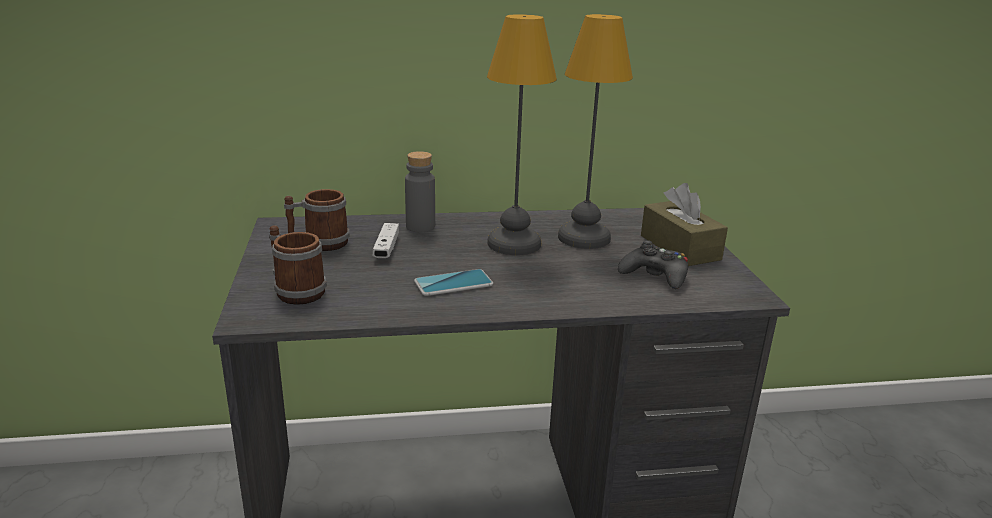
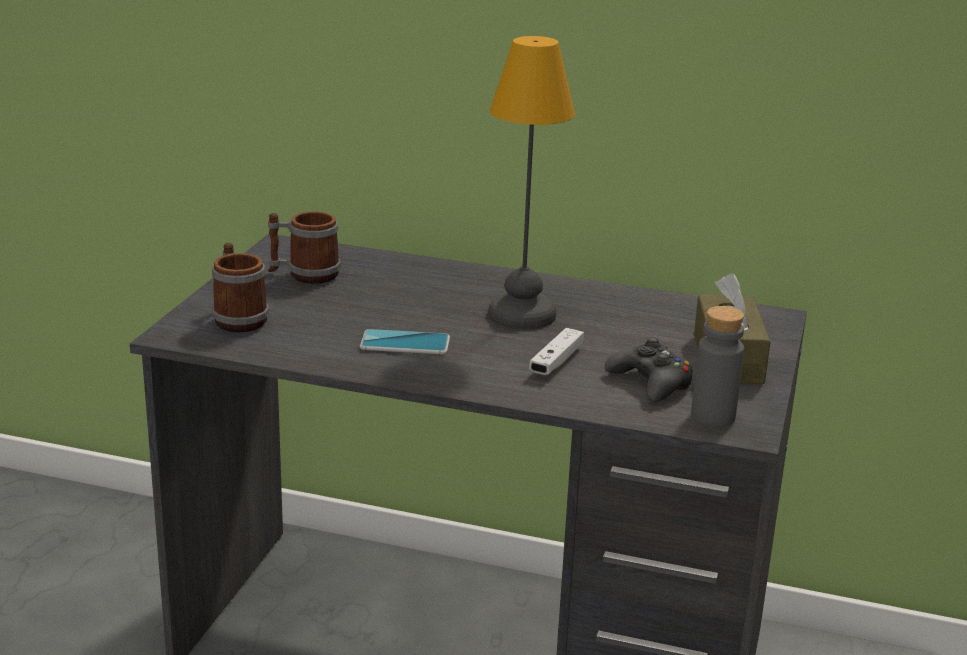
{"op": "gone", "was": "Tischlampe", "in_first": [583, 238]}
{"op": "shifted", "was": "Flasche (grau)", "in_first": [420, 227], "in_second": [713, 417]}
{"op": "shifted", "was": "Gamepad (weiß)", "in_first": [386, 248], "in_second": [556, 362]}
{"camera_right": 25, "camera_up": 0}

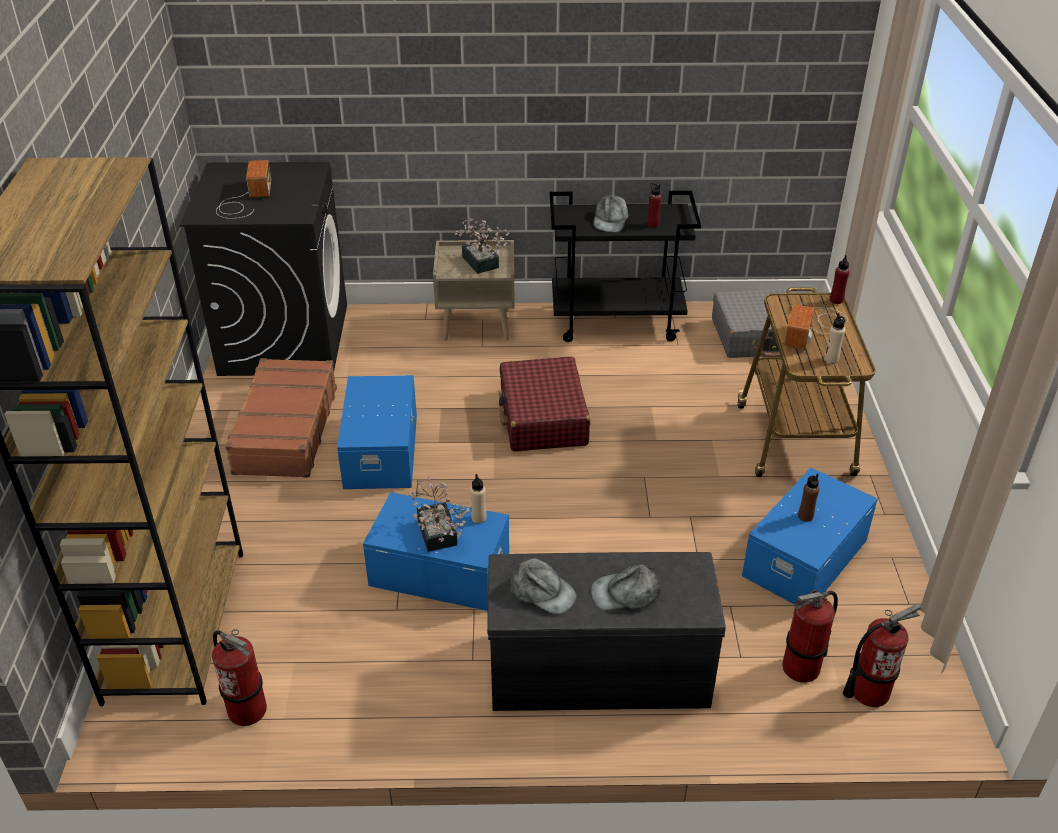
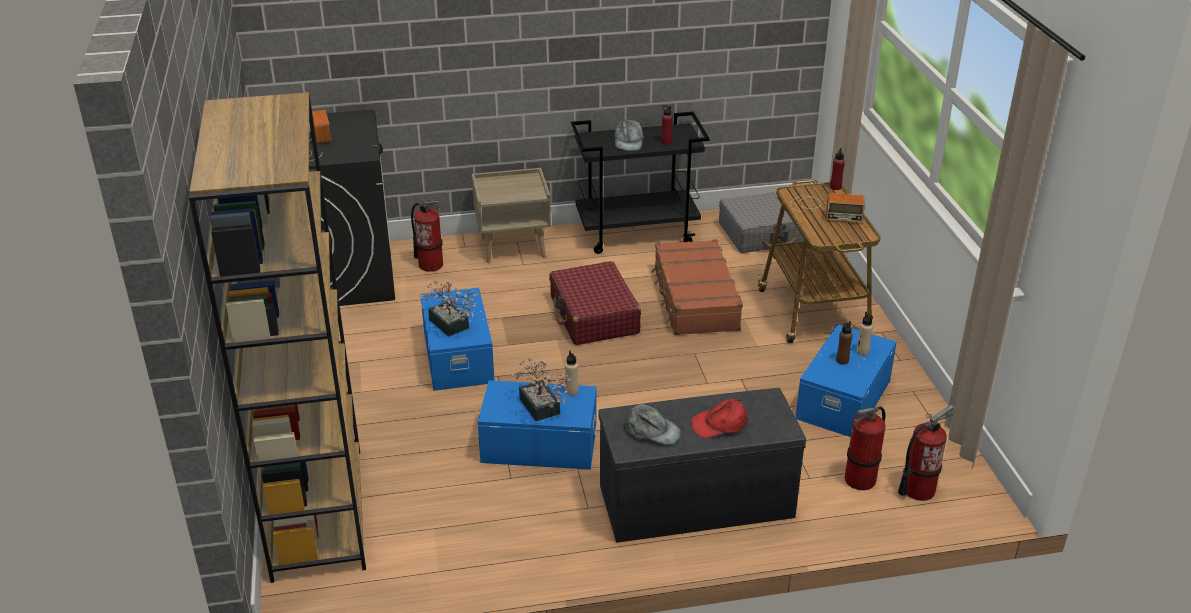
{"op": "shifted", "was": "Topfpflanze", "in_first": [482, 265], "in_second": [451, 326]}
{"op": "rotated", "was": "Radio", "in_first": [815, 328], "in_second": [824, 209], "clockwise": -90}
{"op": "shifted", "was": "Flasche (beige)", "in_first": [831, 359], "in_second": [862, 351]}
{"op": "shifted", "was": "Koffer (braun)", "in_first": [285, 430], "in_second": [694, 299]}
{"op": "repainted", "was": "Kappe (grau)", "now": "Kappe (rot)", "in_first": [625, 593], "in_second": [719, 424]}
{"op": "shifted", "was": "Feuerlöscher", "in_first": [247, 709], "in_second": [430, 265]}
{"camera_right": -10, "camera_up": -5}

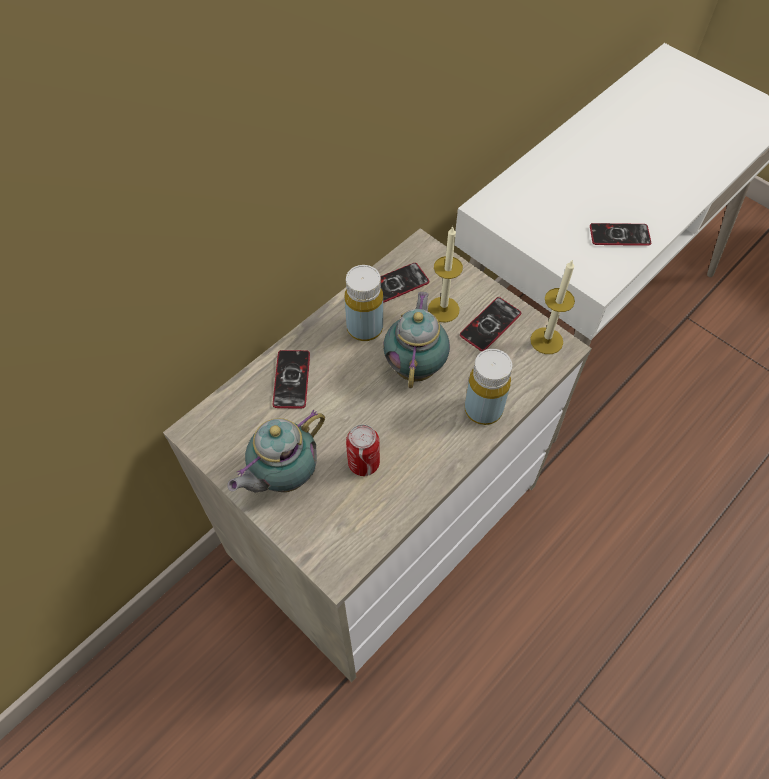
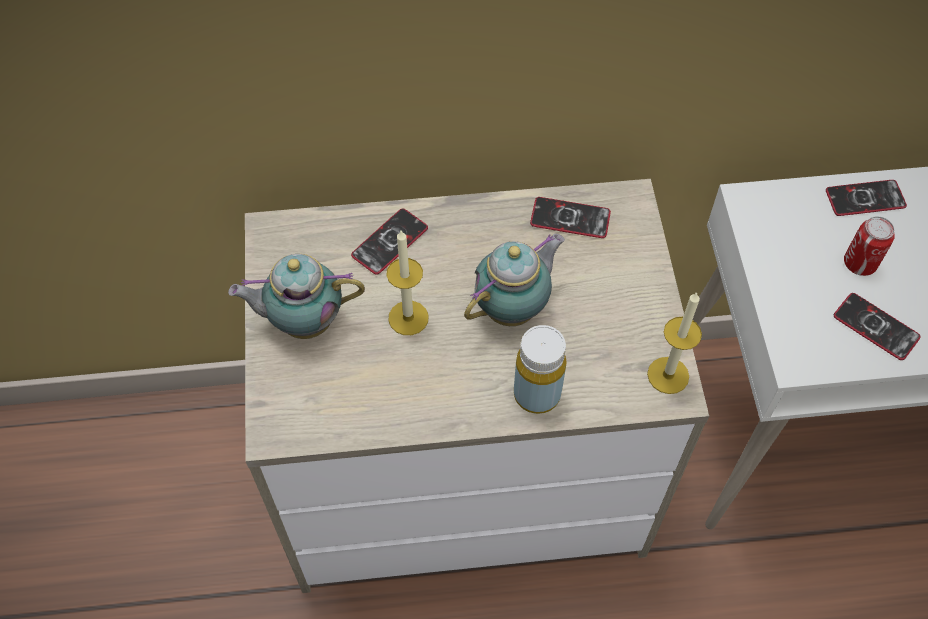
{"op": "shifted", "was": "Kerze", "in_first": [443, 309], "in_second": [408, 318]}
{"op": "gone", "was": "Flasche (gelb)", "in_first": [365, 328]}
{"op": "shifted", "was": "Handy", "in_first": [490, 325], "in_second": [865, 199]}
{"op": "shifted", "was": "Dose", "in_first": [363, 463], "in_second": [859, 263]}
{"camera_right": 40, "camera_up": 0}

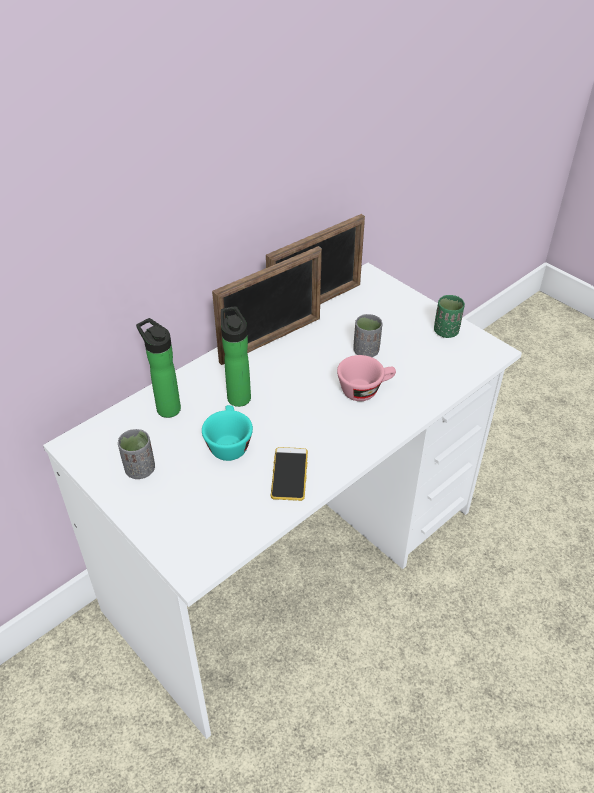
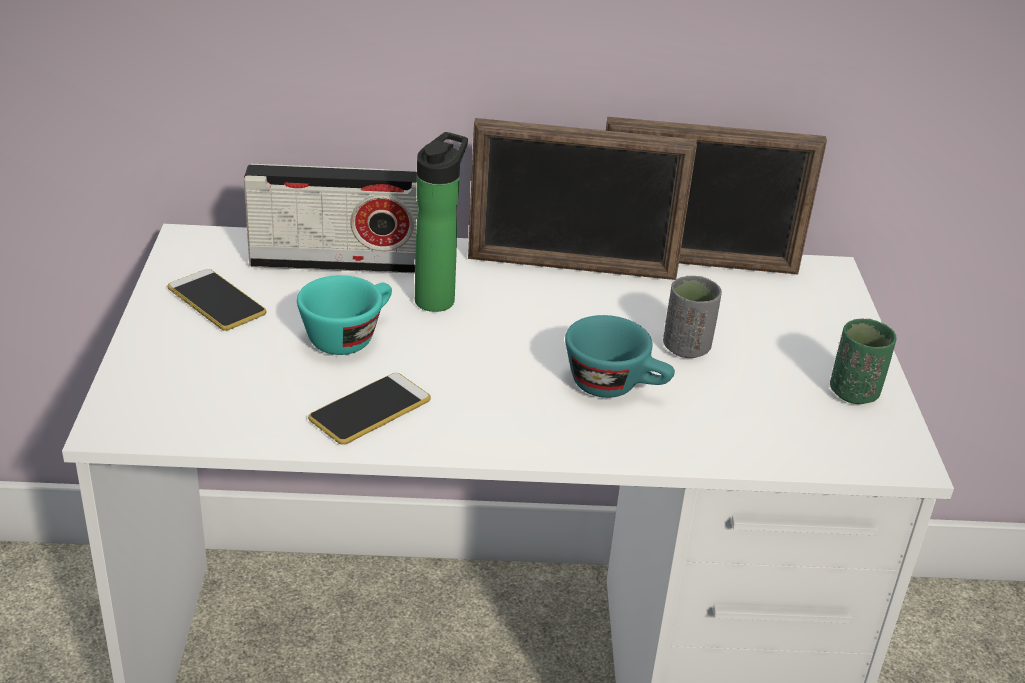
{"op": "swapped", "was": "Flasche", "now": "Radio", "in_first": [166, 407], "in_second": [338, 262]}
{"op": "repainted", "was": "Tasse (rosa)", "now": "Tasse (türkis)", "in_first": [365, 390], "in_second": [616, 386]}
{"op": "swapped", "was": "Tasse (grau)", "now": "Handy", "in_first": [140, 469], "in_second": [216, 301]}
{"camera_right": 40, "camera_up": -10}

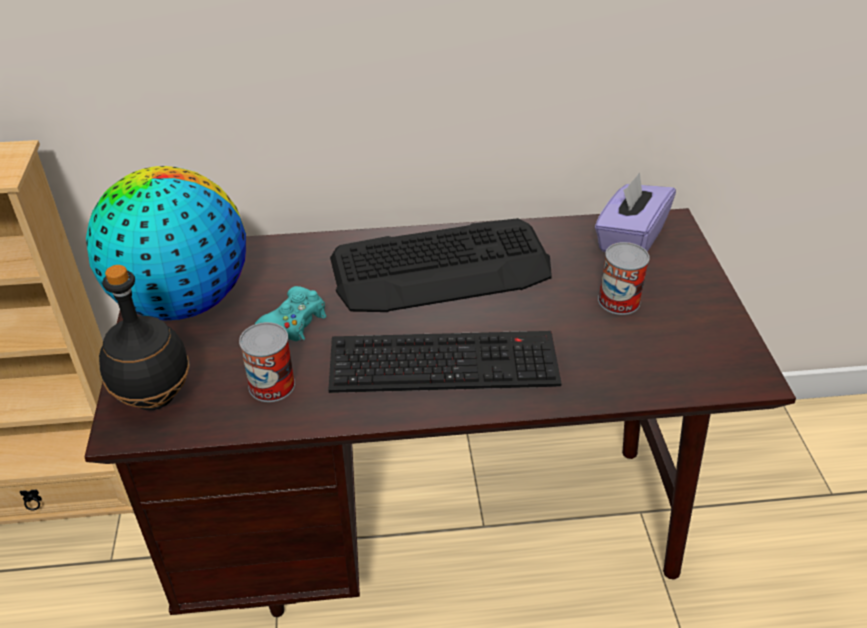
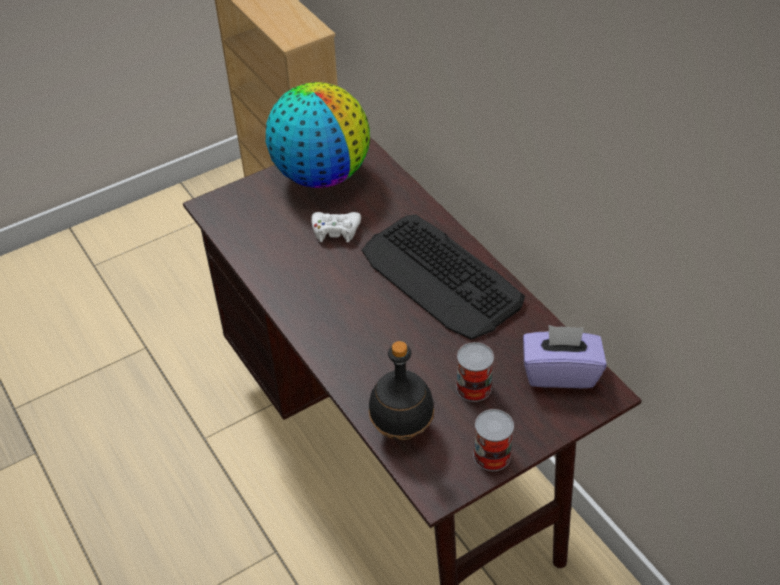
{"op": "shifted", "was": "Flasche (schwarz)", "in_first": [154, 398], "in_second": [400, 429]}
{"op": "repainted", "was": "Gamepad (türkis)", "now": "Gamepad (weiß)", "in_first": [294, 322], "in_second": [335, 230]}
{"op": "shifted", "was": "Dose", "in_first": [271, 385], "in_second": [492, 455]}
{"op": "gone", "was": "Tastatur", "in_first": [446, 360]}
{"camera_right": 65, "camera_up": 5}

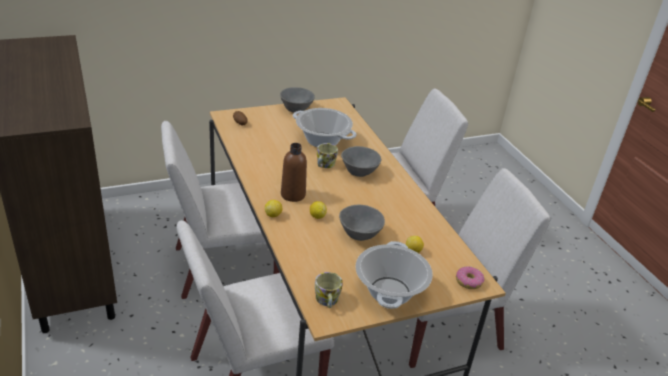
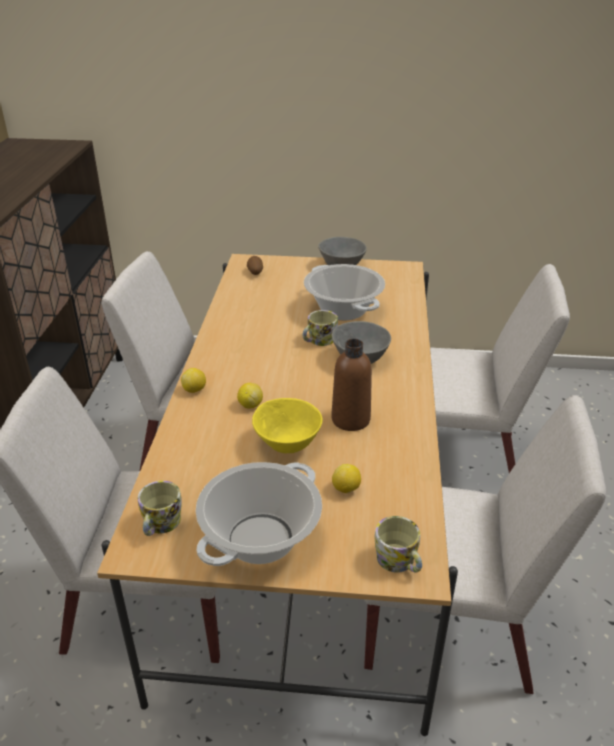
{"op": "shifted", "was": "Flasche (braun)", "in_first": [293, 195], "in_second": [350, 419]}
{"op": "repainted", "was": "Schüssel (grau)", "now": "Schüssel (gelb)", "in_first": [359, 235], "in_second": [286, 445]}
{"op": "swapped", "was": "Donut", "now": "Henkelbecher", "in_first": [468, 282], "in_second": [399, 562]}
{"camera_right": 30, "camera_up": 0}

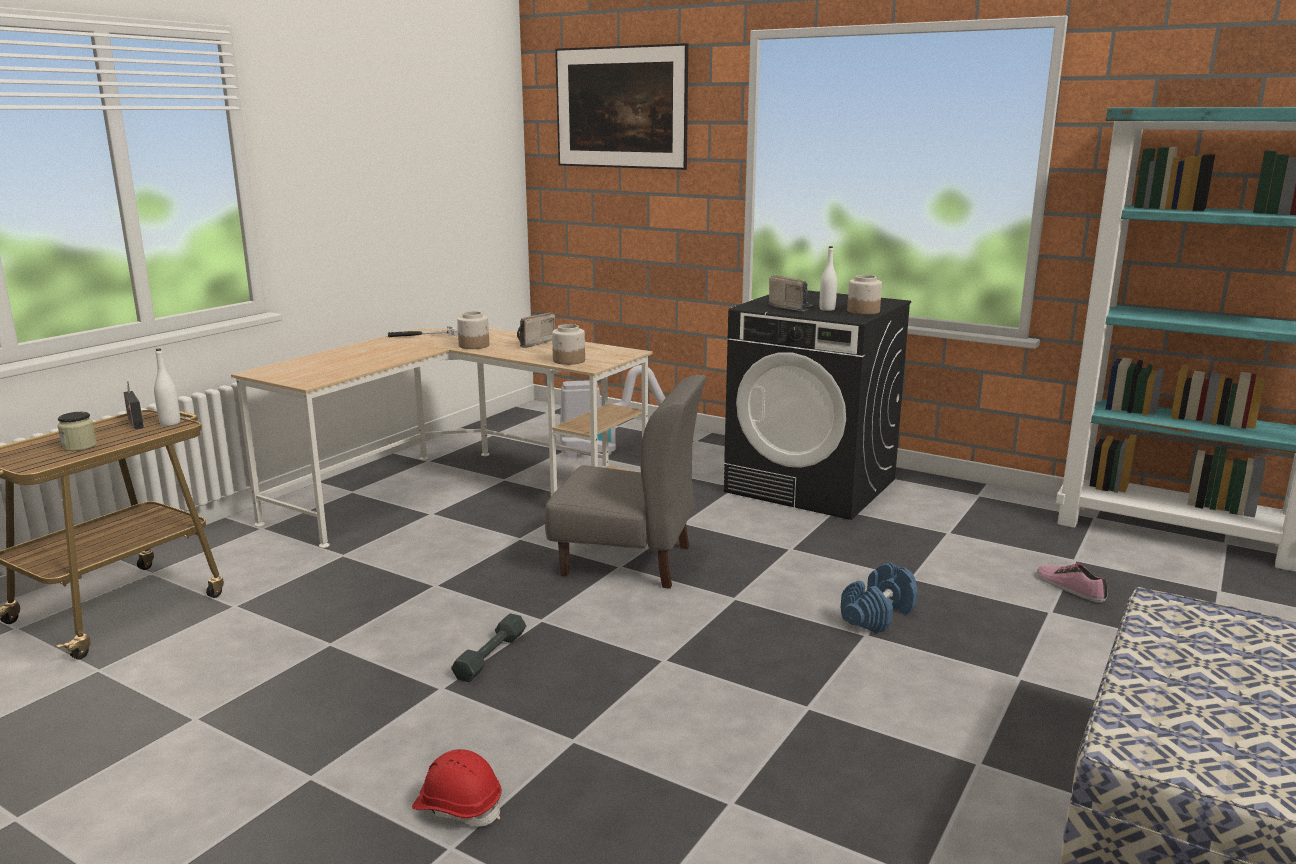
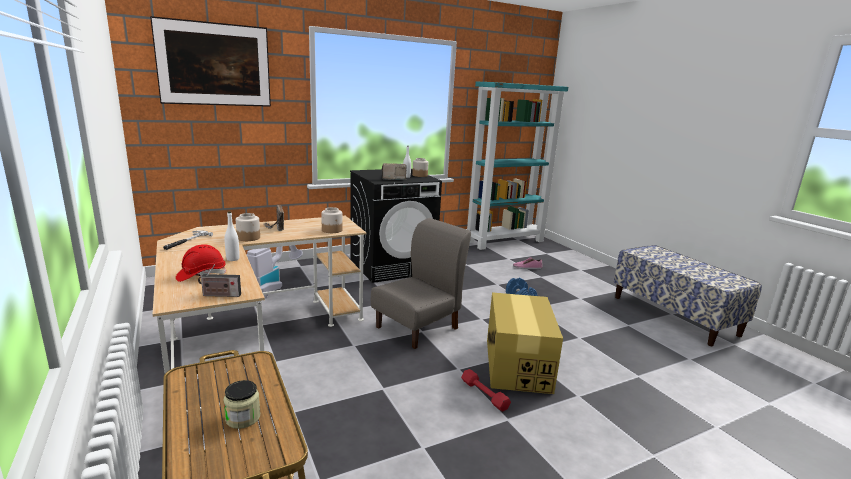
{"op": "shifted", "was": "Flasche (weiß)", "in_first": [170, 423], "in_second": [233, 259]}
{"op": "shifted", "was": "Radio", "in_first": [134, 422], "in_second": [220, 295]}
{"op": "repainted", "was": "Hantel (grau)", "now": "Hantel (rot)", "in_first": [490, 655], "in_second": [484, 394]}
{"op": "shifted", "was": "Schutzhelm (rot)", "in_first": [458, 807], "in_second": [201, 275]}
{"op": "new", "now": "Karton", "in_second": [517, 365]}
{"camera_right": -60, "camera_up": 0}

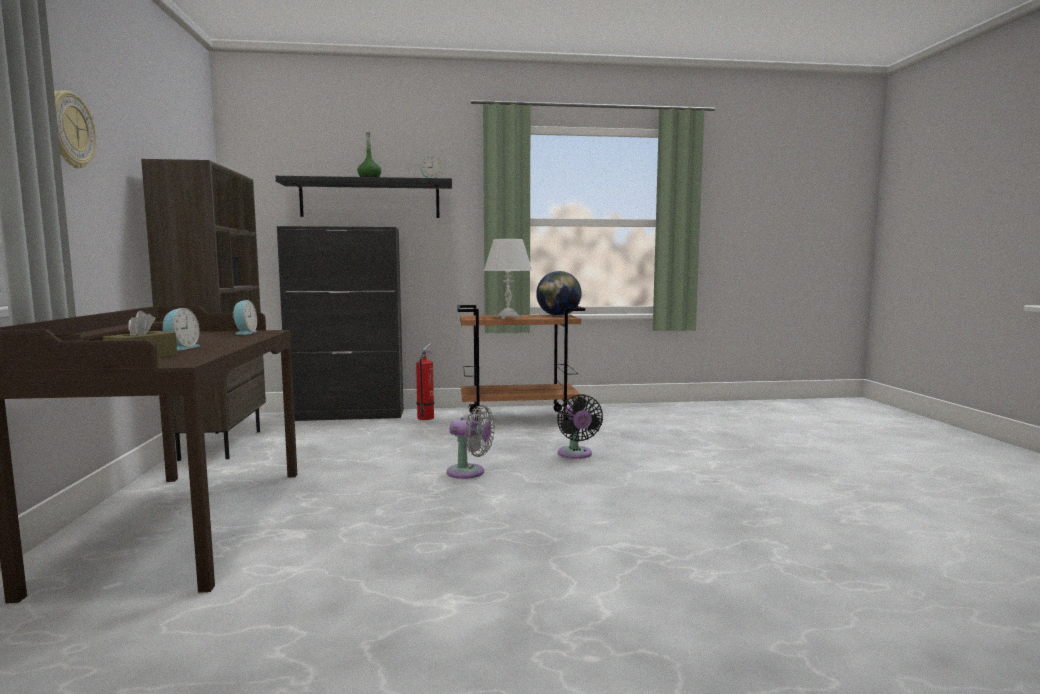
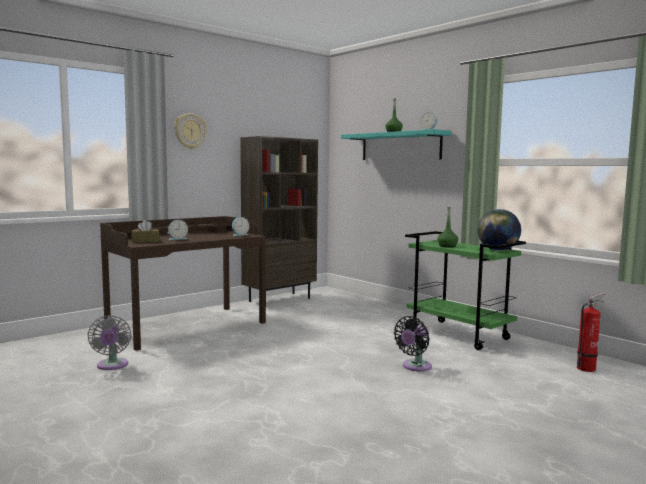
{"op": "repainted", "was": "Wandregal (schwarz)", "now": "Wandregal (türkis)", "in_first": [370, 199], "in_second": [400, 146]}
{"op": "gone", "was": "Schrank (schwarz)", "in_first": [348, 415]}
{"op": "swapped", "was": "Tischlampe (weiß)", "now": "Flasche (grün)", "in_first": [508, 318], "in_second": [447, 246]}
{"op": "repainted", "was": "Rollwagen (braun)", "now": "Rollwagen (grün)", "in_first": [519, 419], "in_second": [459, 335]}
{"op": "shifted", "was": "Feuerlöscher", "in_first": [426, 417], "in_second": [588, 368]}
{"op": "shifted", "was": "Ventilator (grau)", "in_first": [469, 472], "in_second": [112, 366]}
{"camera_right": 55, "camera_up": 0}

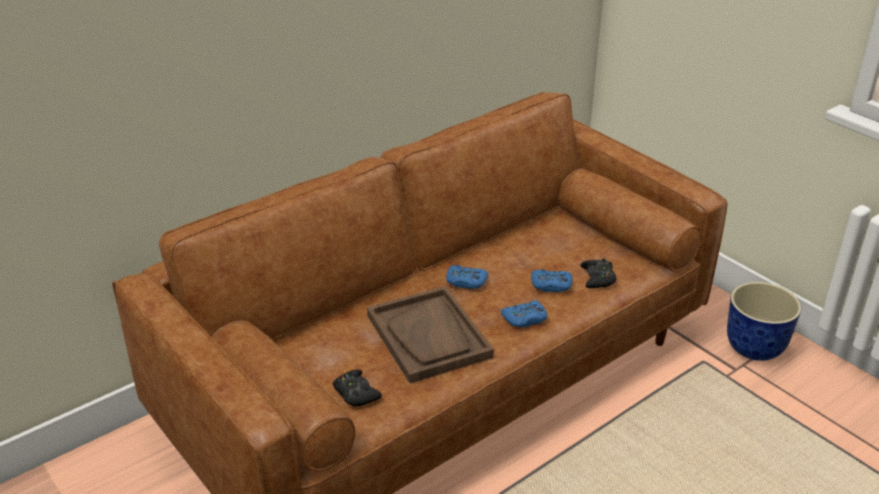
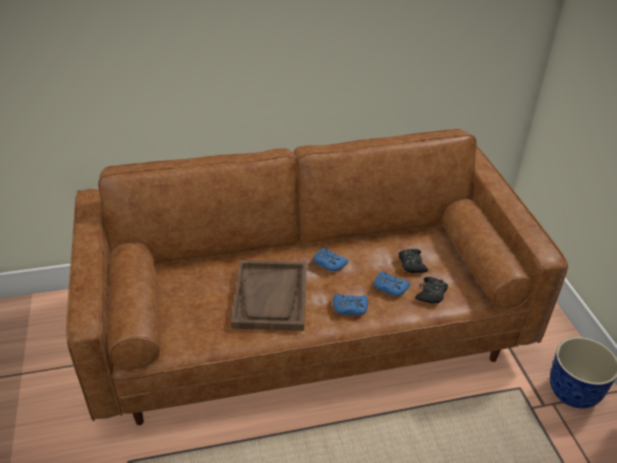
{"op": "shifted", "was": "Gamepad (schwarz)", "in_first": [356, 393], "in_second": [411, 264]}
{"camera_right": 25, "camera_up": 5}

